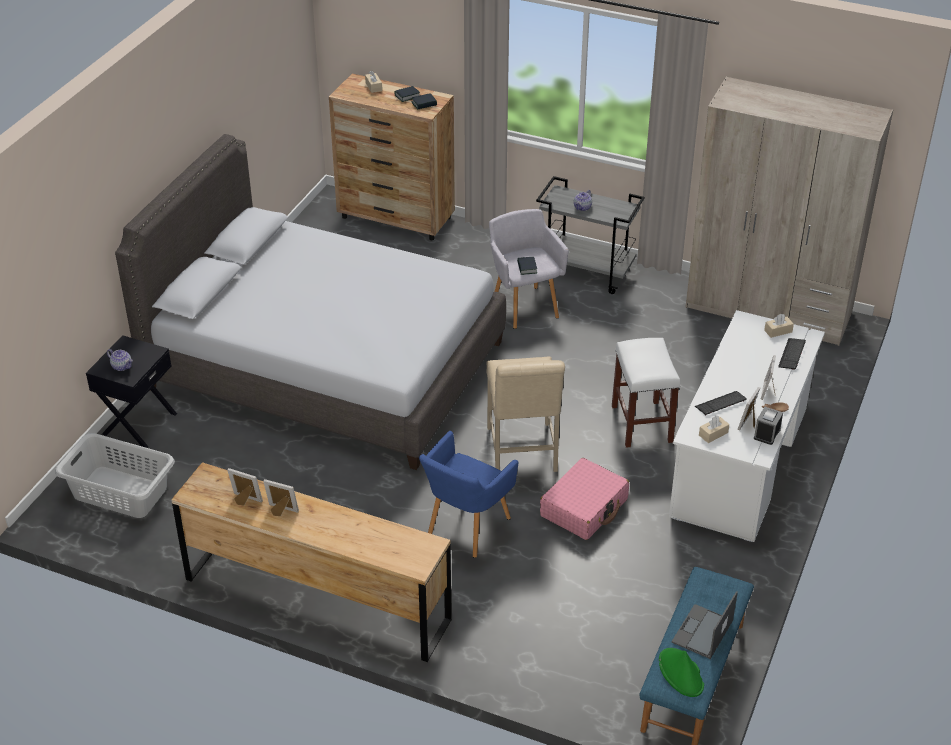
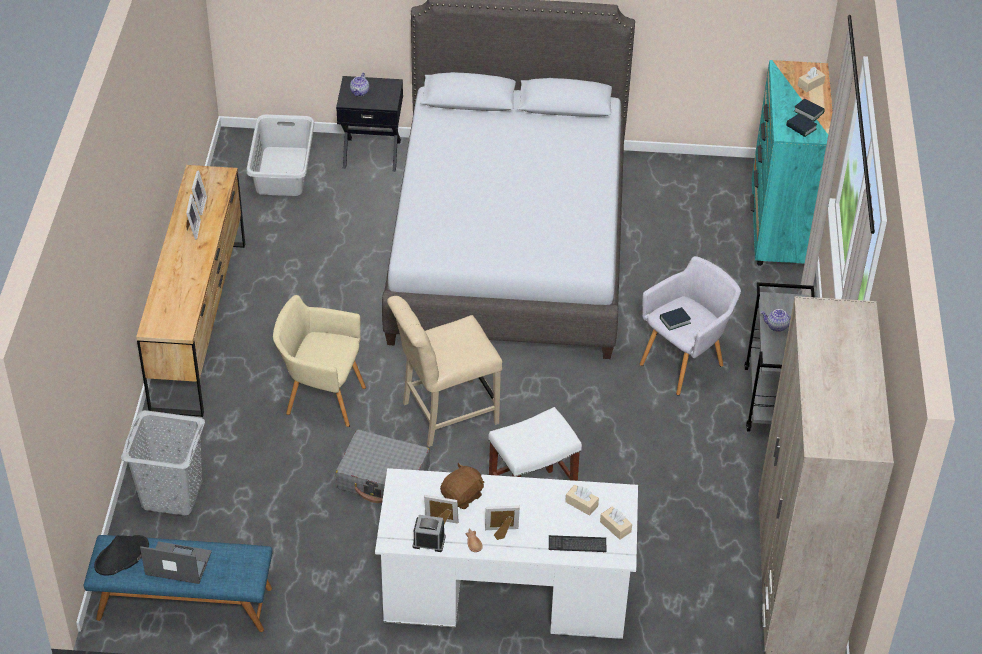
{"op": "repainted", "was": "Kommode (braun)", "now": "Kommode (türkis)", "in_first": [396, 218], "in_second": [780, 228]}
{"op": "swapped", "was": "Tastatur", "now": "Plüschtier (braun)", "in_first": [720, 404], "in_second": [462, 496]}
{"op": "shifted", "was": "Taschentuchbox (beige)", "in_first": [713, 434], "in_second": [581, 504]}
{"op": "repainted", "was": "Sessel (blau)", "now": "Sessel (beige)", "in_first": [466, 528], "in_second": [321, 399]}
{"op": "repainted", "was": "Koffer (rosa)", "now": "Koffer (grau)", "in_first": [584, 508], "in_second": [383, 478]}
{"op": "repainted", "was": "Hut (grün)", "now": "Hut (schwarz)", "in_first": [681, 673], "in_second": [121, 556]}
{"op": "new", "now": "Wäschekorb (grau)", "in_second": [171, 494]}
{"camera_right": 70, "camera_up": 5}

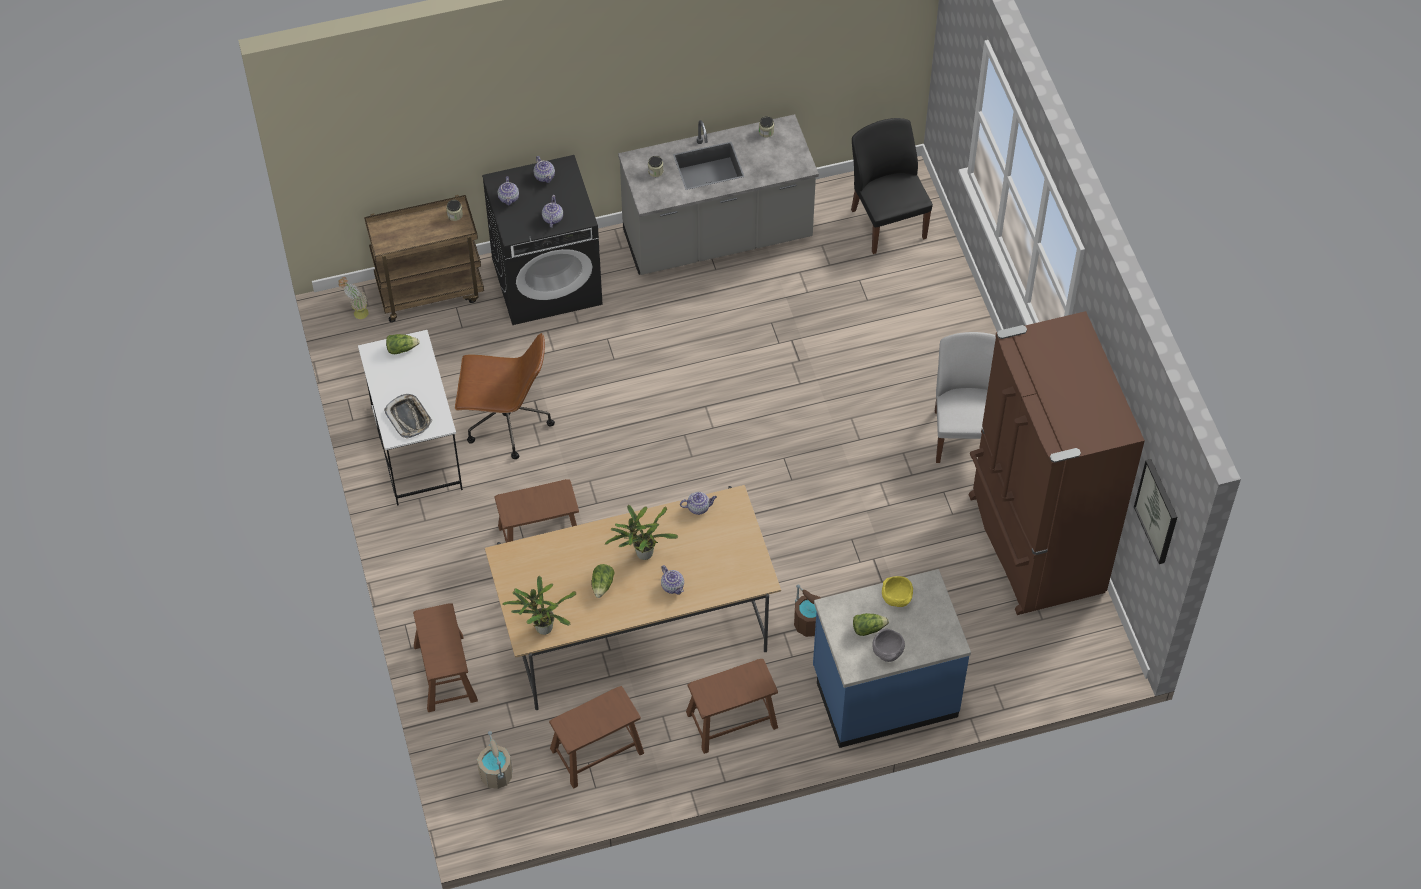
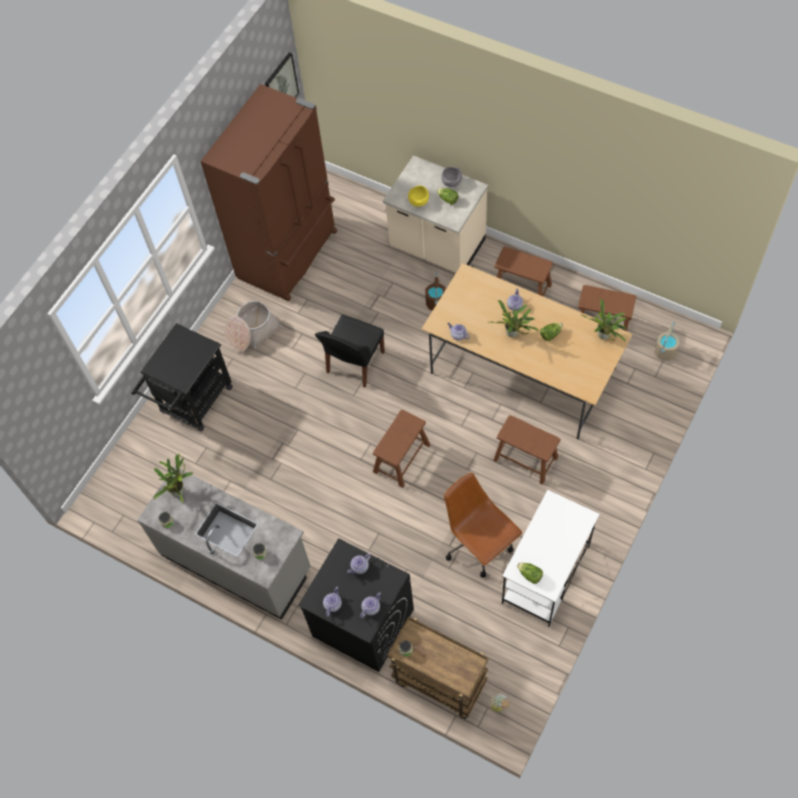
{"op": "shifted", "was": "Stuhl (schwarz)", "in_first": [888, 222], "in_second": [354, 363]}
{"op": "swapped", "was": "Stuhl (weiß)", "now": "Korb", "in_first": [966, 434], "in_second": [251, 331]}
{"op": "gone", "was": "Tablett", "in_first": [409, 418]}
{"op": "repainted", "was": "Küchenzeile (blau)", "now": "Küchenzeile (beige)", "in_first": [884, 692], "in_second": [437, 246]}
{"op": "shifted", "was": "Hocker (braun)", "in_first": [445, 673], "in_second": [401, 458]}
{"op": "new", "now": "Rollwagen (schwarz)", "in_second": [193, 404]}
{"op": "new", "now": "Topfpflanze", "in_second": [179, 490]}
{"camera_right": -130, "camera_up": 5}

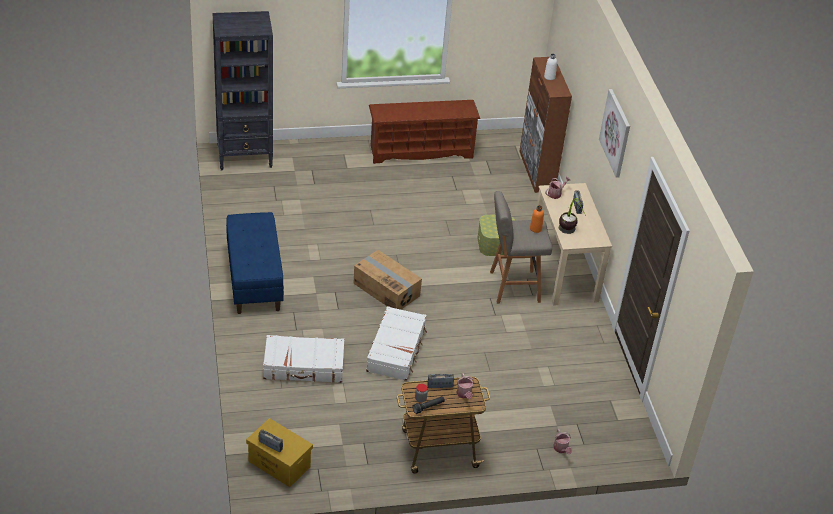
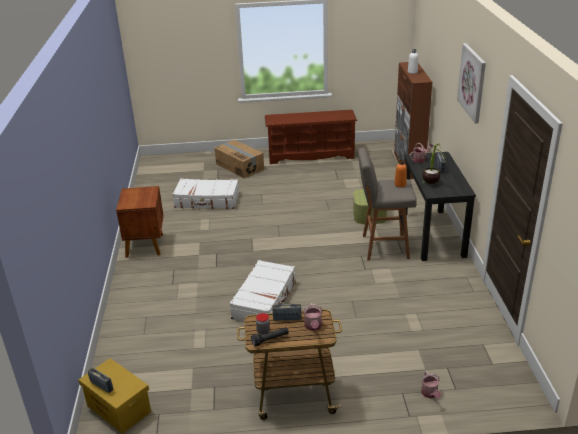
{"op": "gone", "was": "Bücherregal (schwarz)", "in_first": [245, 157]}
{"op": "repainted", "was": "Schreibtisch (beige)", "now": "Schreibtisch (schwarz)", "in_first": [564, 271], "in_second": [432, 234]}
{"op": "swapped", "was": "Bank (blau)", "now": "Nachttisch (braun)", "in_first": [254, 279], "in_second": [145, 245]}
{"op": "shifted", "was": "Karton", "in_first": [386, 289], "in_second": [240, 166]}
{"op": "shifted", "was": "Koffer (weiß)", "in_first": [304, 366], "in_second": [207, 200]}
{"camera_right": 10, "camera_up": -10}

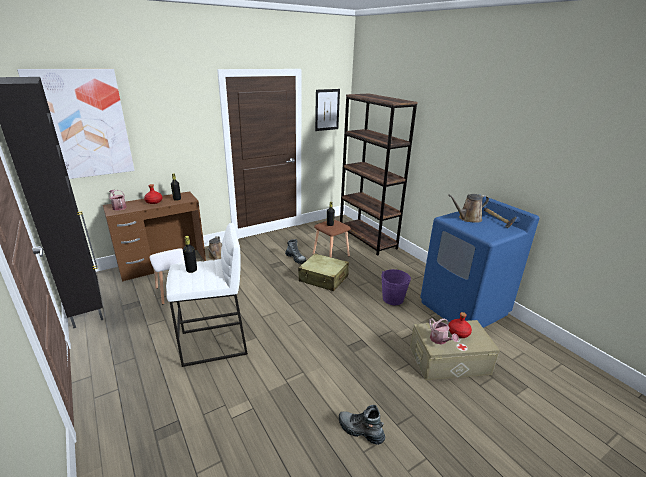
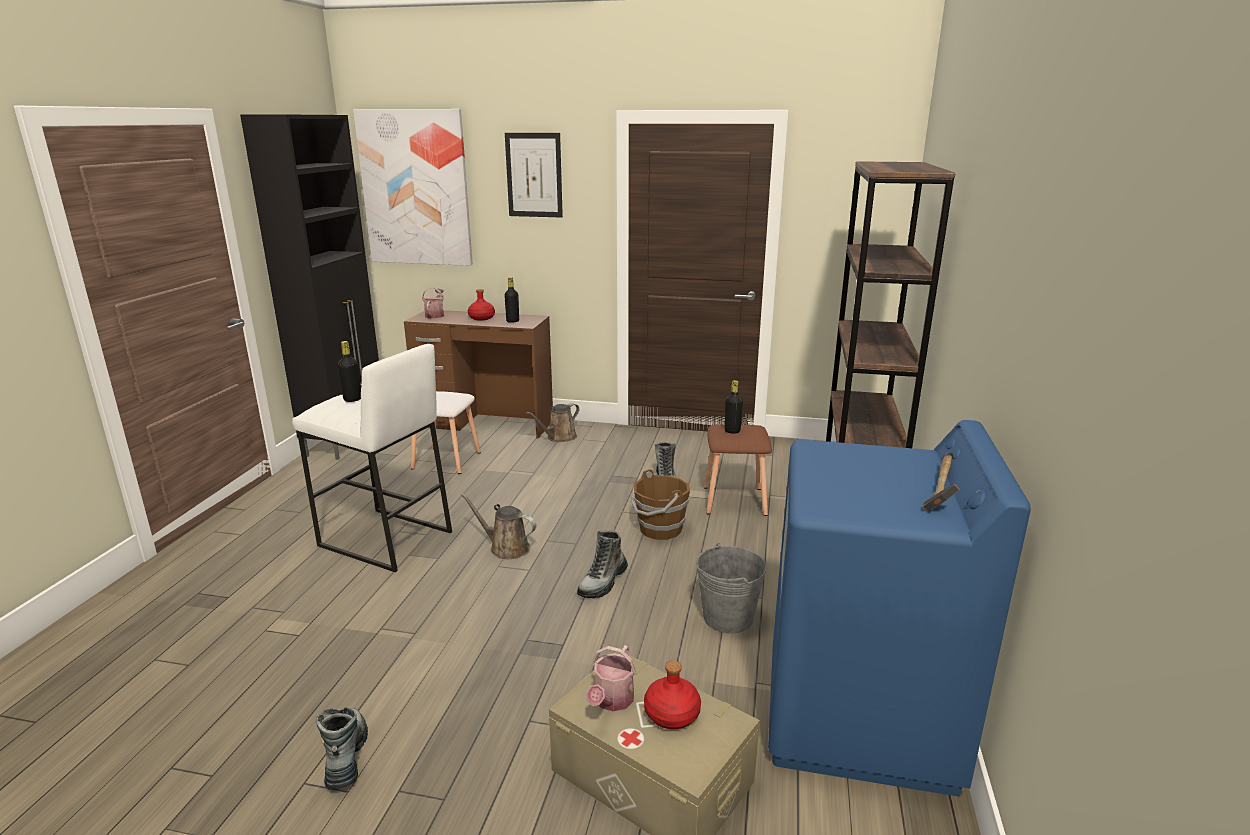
{"op": "shifted", "was": "Bild", "in_first": [327, 110], "in_second": [534, 175]}
{"op": "shifted", "was": "Gießkanne (braun)", "in_first": [468, 218], "in_second": [506, 548]}
{"op": "swapped", "was": "Koffer (beige)", "now": "Eimer (braun)", "in_first": [323, 278], "in_second": [659, 529]}
{"op": "repainted", "was": "Eimer (lila)", "now": "Eimer (grau)", "in_first": [393, 299], "in_second": [727, 617]}
{"op": "new", "now": "Stiefel", "in_second": [603, 582]}
{"camera_right": 45, "camera_up": -5}

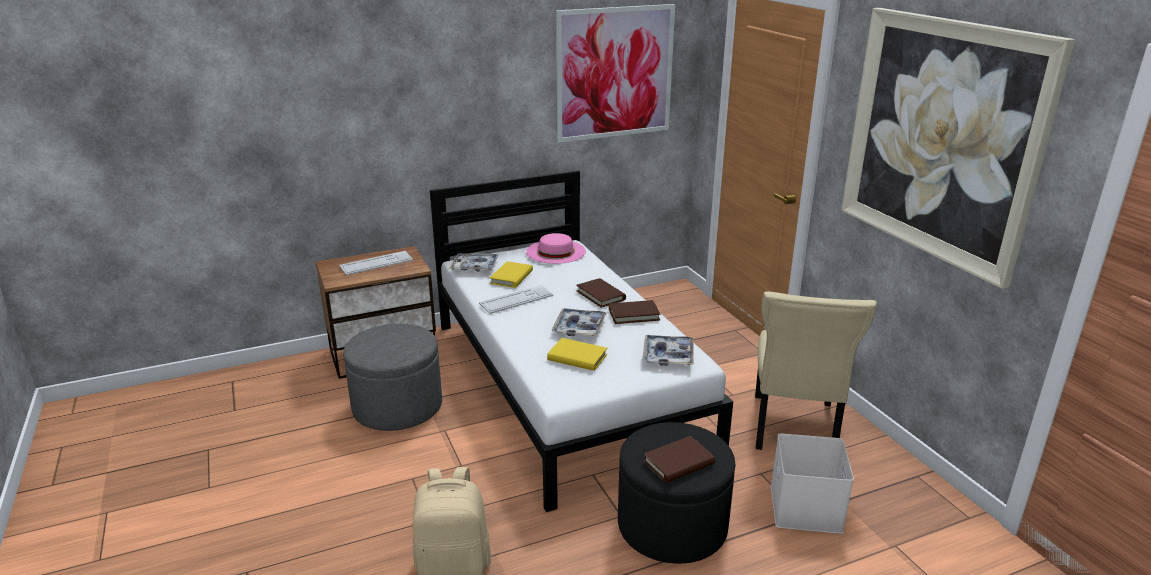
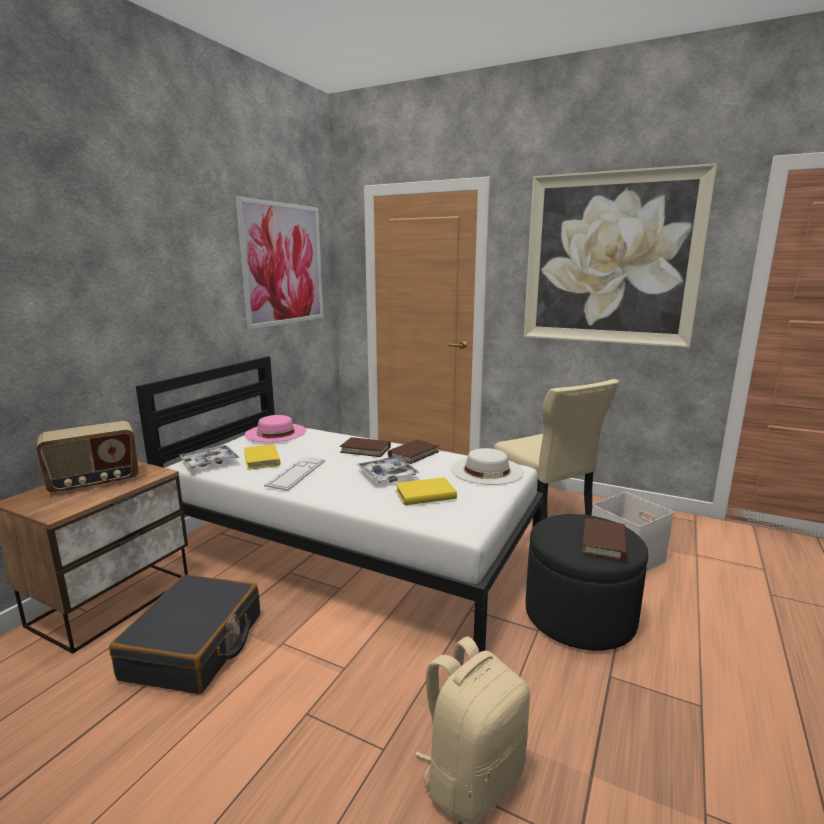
{"op": "swapped", "was": "Tastatur", "now": "Radio", "in_first": [376, 263], "in_second": [95, 482]}
{"op": "swapped", "was": "Polsterhocker (grau)", "now": "Koffer (schwarz)", "in_first": [397, 406], "in_second": [195, 646]}
{"op": "swapped", "was": "Tablett", "now": "Hut (weiß)", "in_first": [668, 355], "in_second": [487, 470]}
{"camera_right": -40, "camera_up": -10}

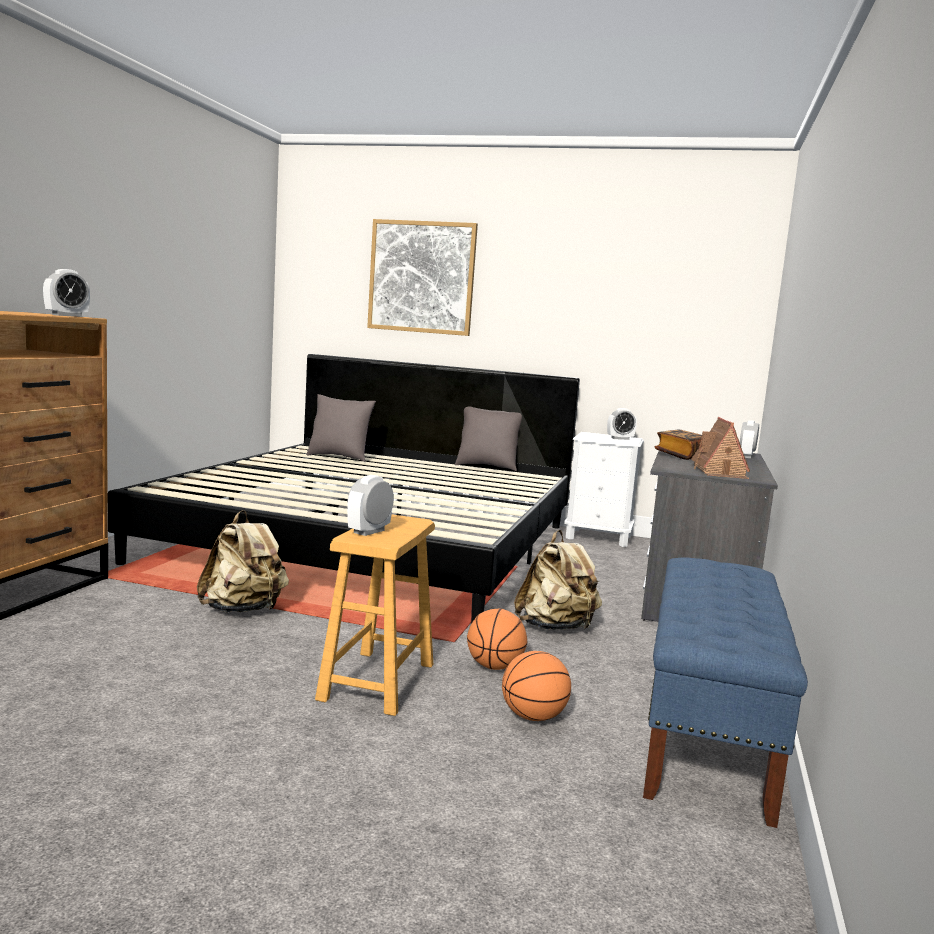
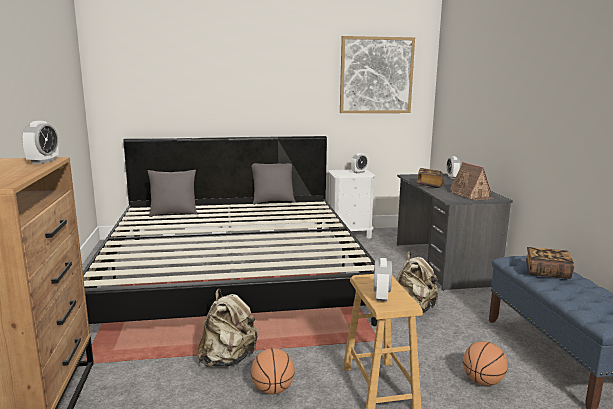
{"op": "shifted", "was": "Bild", "in_first": [421, 277], "in_second": [376, 75]}
{"op": "shifted", "was": "Basketball", "in_first": [494, 667], "in_second": [272, 390]}
{"op": "new", "now": "Buch", "in_second": [547, 272]}
{"camera_right": -25, "camera_up": 5}

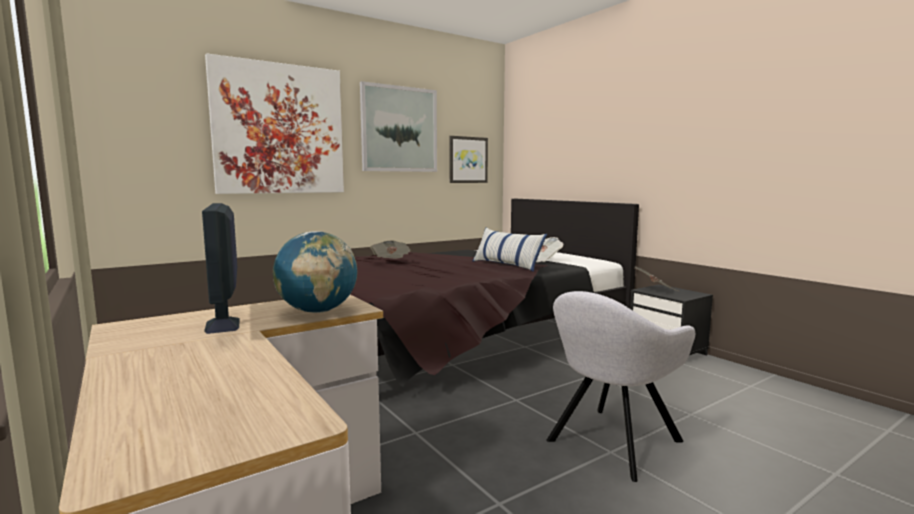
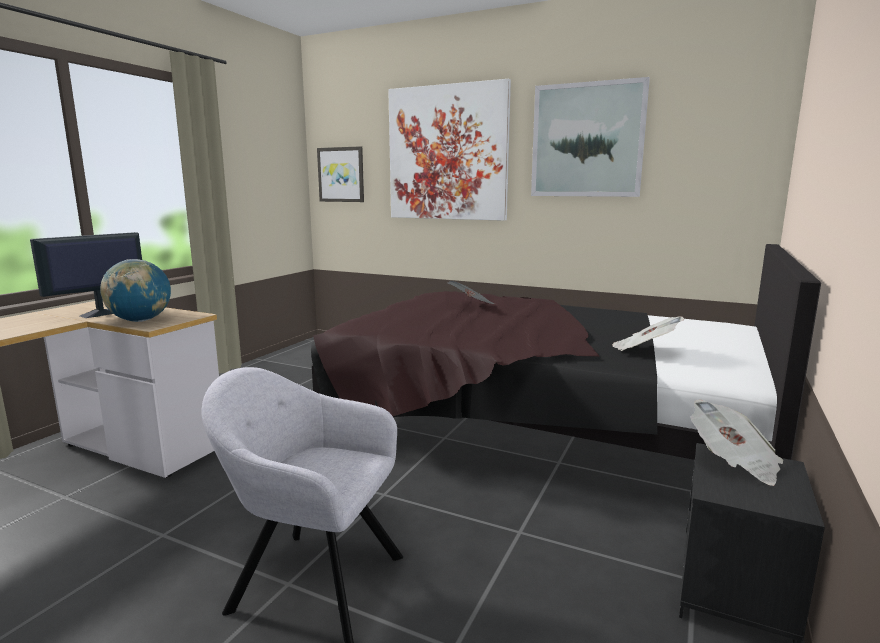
{"op": "shifted", "was": "Bild", "in_first": [468, 160], "in_second": [341, 174]}
{"op": "gone", "was": "Kissen", "in_first": [507, 265]}
{"camera_right": 60, "camera_up": 5}

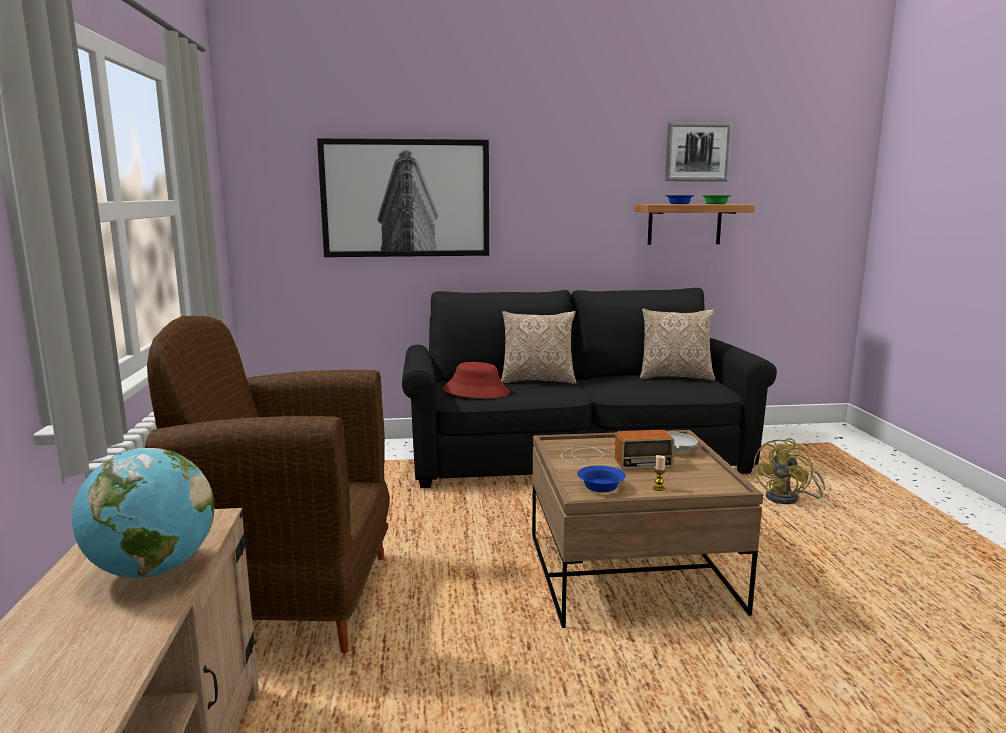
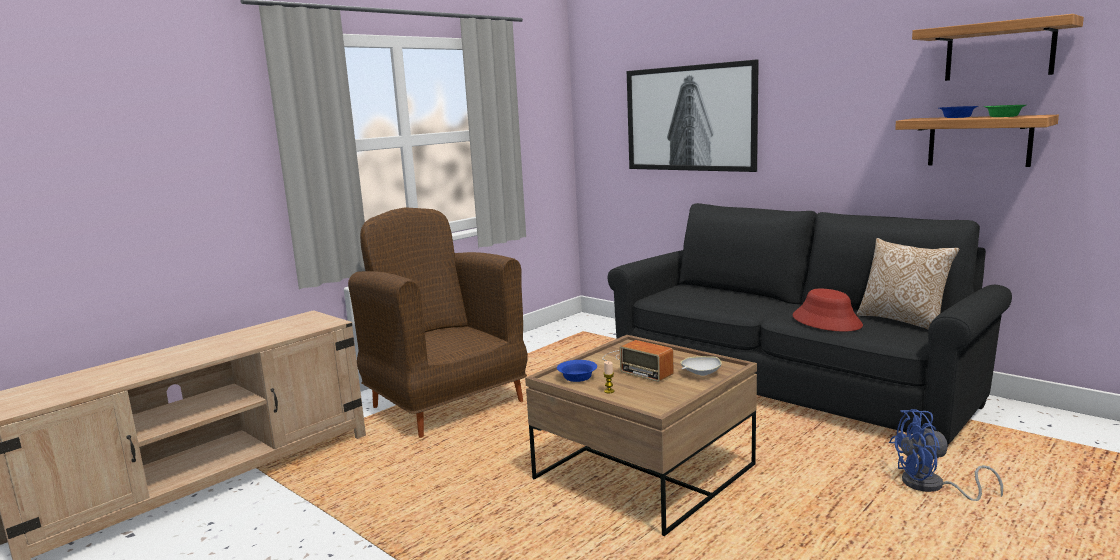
{"op": "swapped", "was": "Bild", "now": "Wandregal", "in_first": [697, 152], "in_second": [999, 51]}
{"op": "gone", "was": "Kissen", "in_first": [538, 380]}
{"op": "shifted", "was": "Hut (rot)", "in_first": [476, 391], "in_second": [827, 321]}
{"op": "repainted", "was": "Ventilator (gelb)", "now": "Ventilator (blau)", "in_first": [788, 499], "in_second": [931, 487]}
{"op": "gone", "was": "Globus", "in_first": [152, 571]}
{"camera_right": 50, "camera_up": 0}

